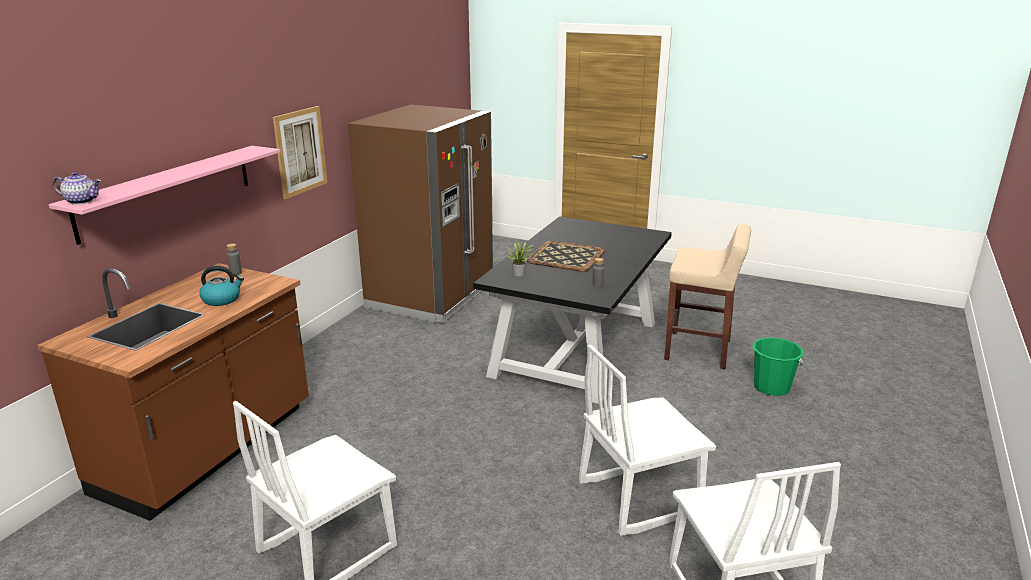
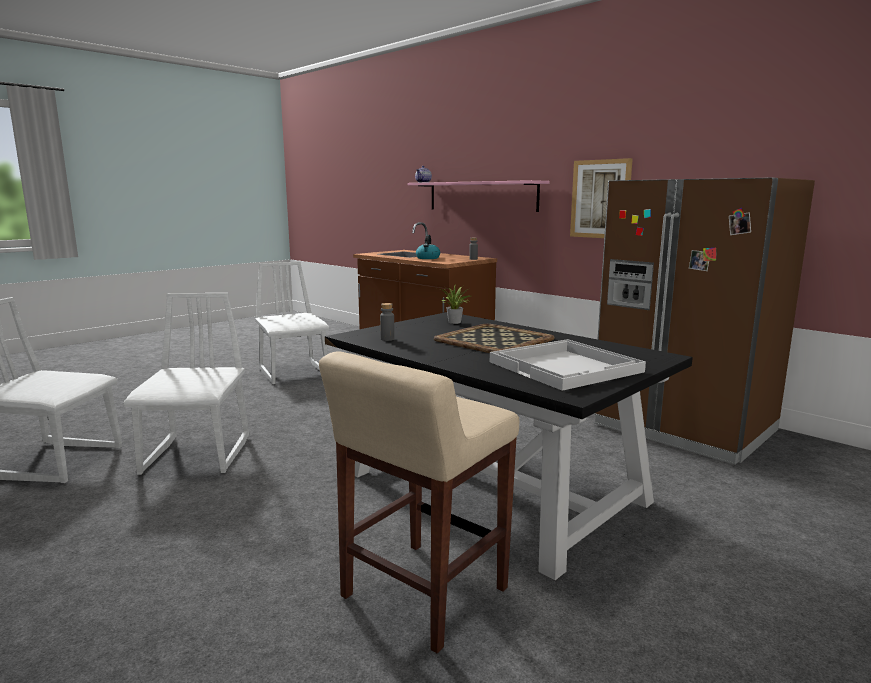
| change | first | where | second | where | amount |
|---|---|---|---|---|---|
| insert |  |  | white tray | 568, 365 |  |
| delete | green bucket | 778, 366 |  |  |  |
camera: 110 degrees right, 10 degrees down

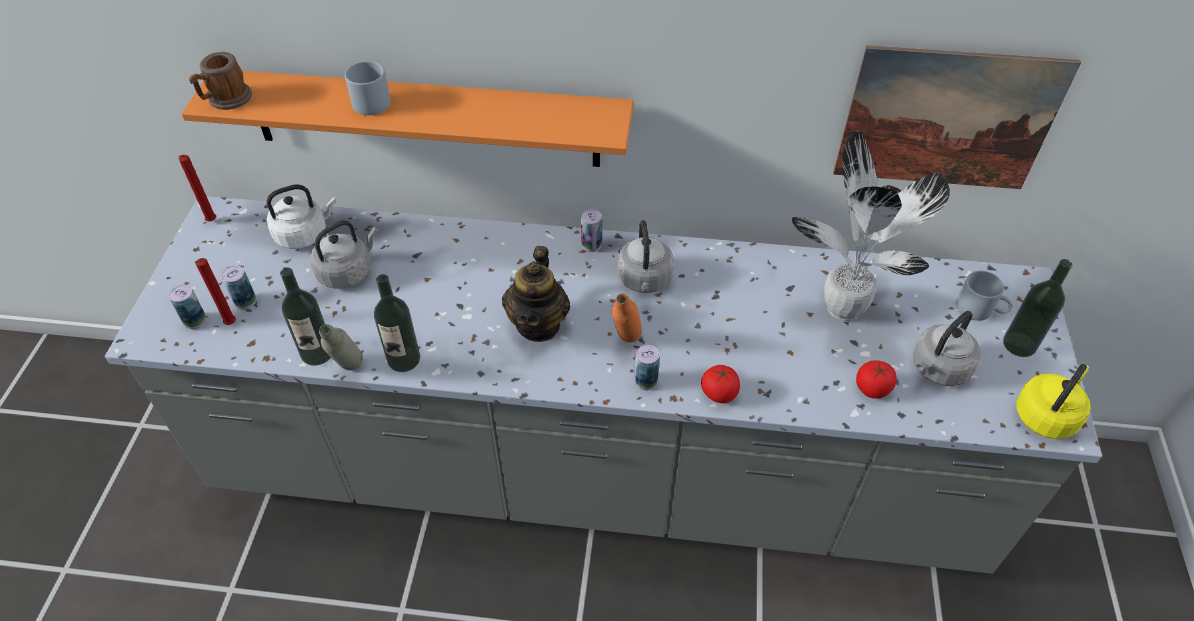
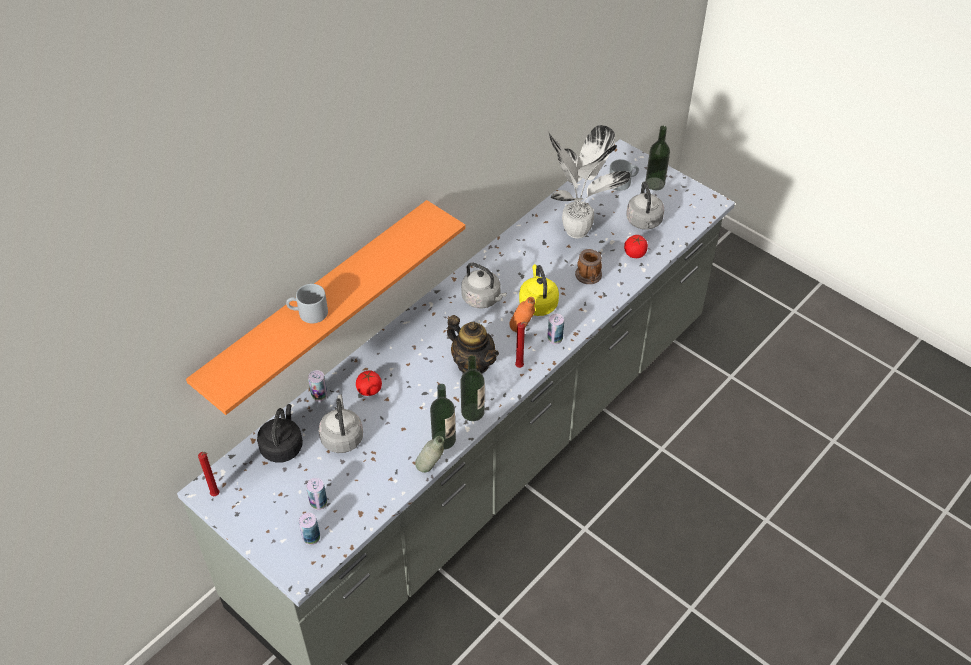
| change | first | where | second | where | amount |
|---|---|---|---|---|---|
| recolor | white water kettle | 301, 217 | black-coloured water kettle | 280, 433 |  |
| move | can | 591, 230 |  | 317, 386 |  |
| move | whole tomato | 720, 384 |  | 369, 383 |  |
| move | bottle | 305, 317 |  | 472, 388 |  |
| move | reddish wax light | 215, 291 |  | 521, 345 |  |
| move | yellow-coloured water kettle | 1053, 401 |  | 539, 290 |  |
| move | mug | 220, 81 |  | 588, 266 |  |
| delete | wall picture | 957, 117 |  |  |  |
camera: 55 degrees left, 0 degrees up

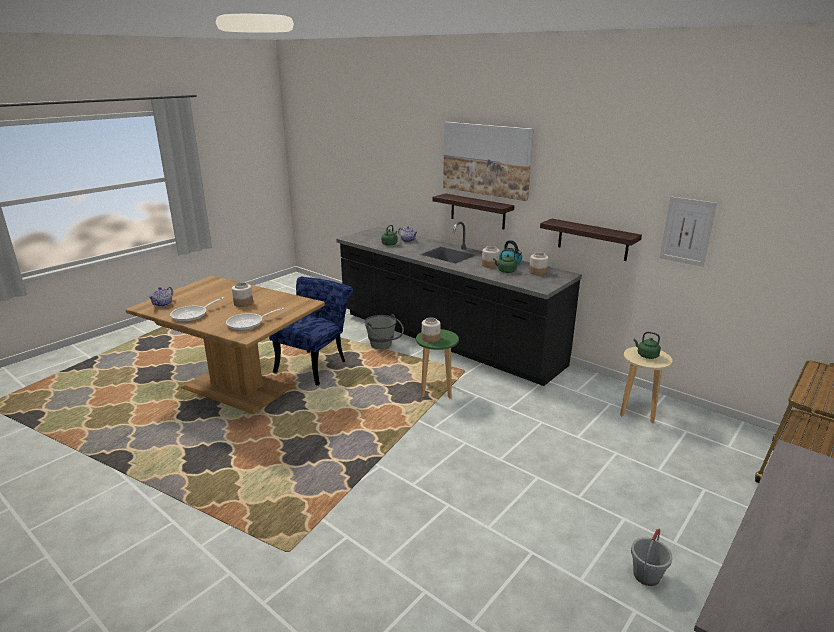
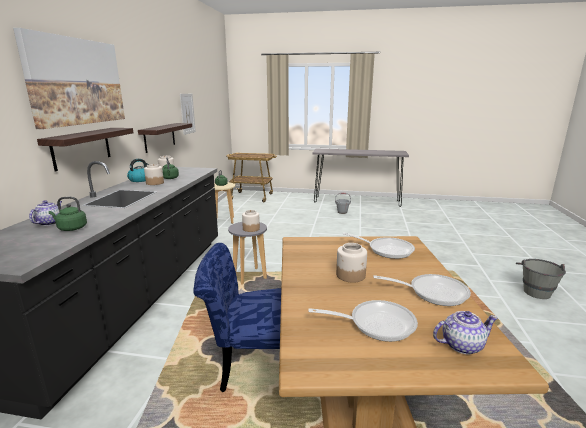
| change | first | where | second | where | amount |
|---|---|---|---|---|---|
| recolor | green sitting stool | 437, 364 | gray sitting stool | 247, 253 |  |
| insert |  |  | skillet | 363, 321 |  |
| move | gray bucket | 384, 331 |  | 541, 279 |  |
camera: 120 degrees left, 5 degrees down

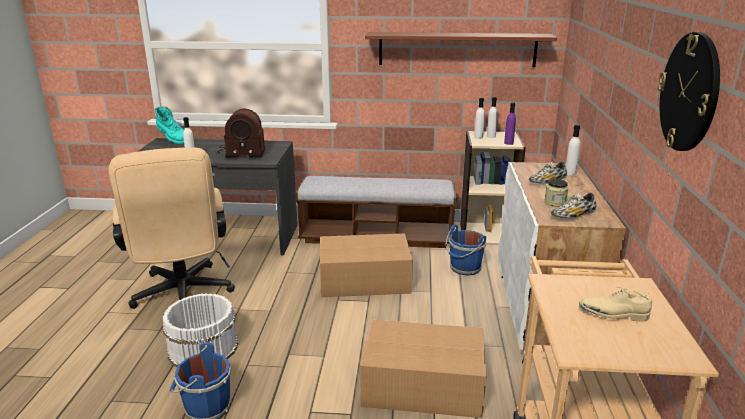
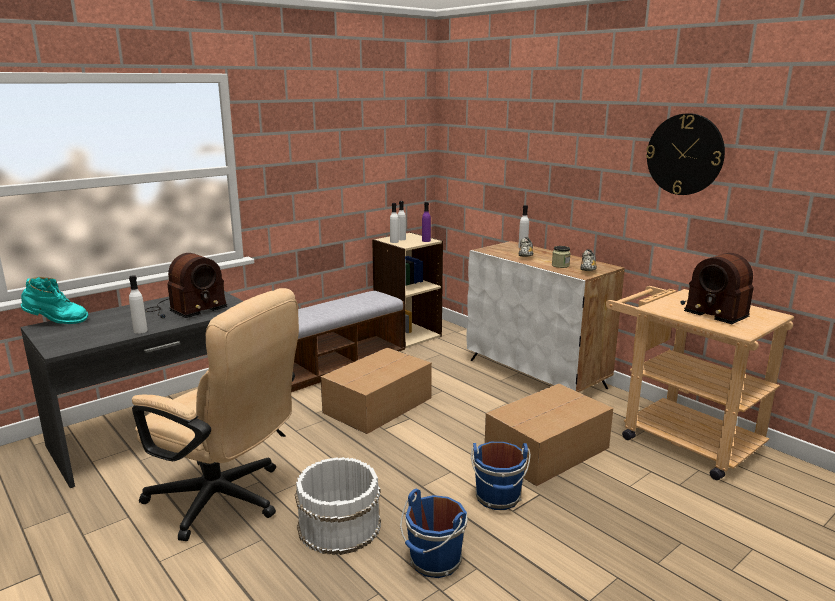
| change | first | where | second | where | amount |
|---|---|---|---|---|---|
| move | bluish bucket | 466, 250 |  | 501, 476 |  |
| replace | sand-coloured item of footwear | 615, 304 | radio set | 717, 288 |  |
| delete | brownish shelf | 461, 49 |  |  |  |
camera: 45 degrees left, 5 degrees down

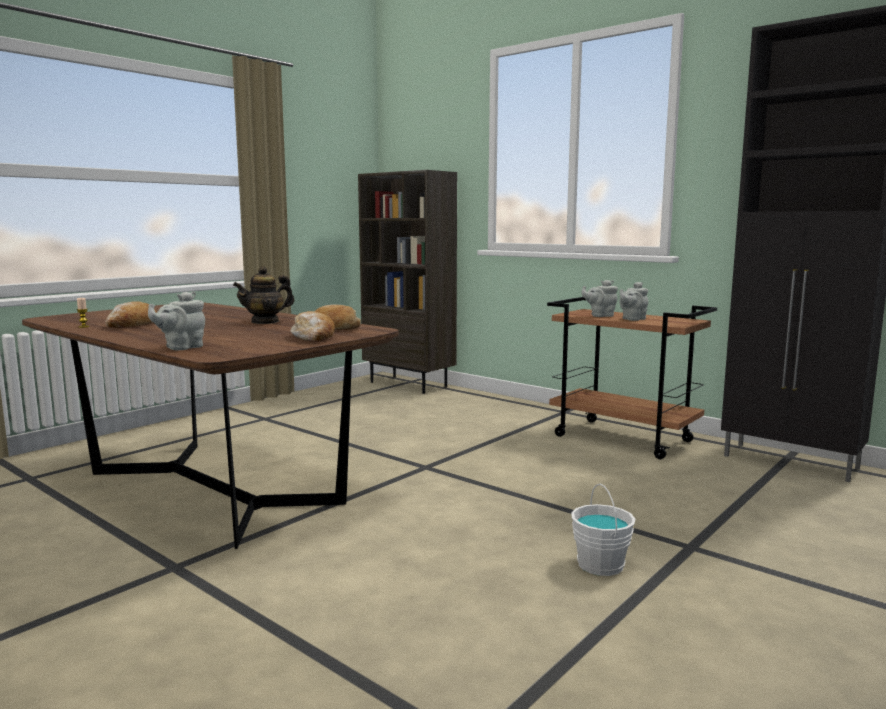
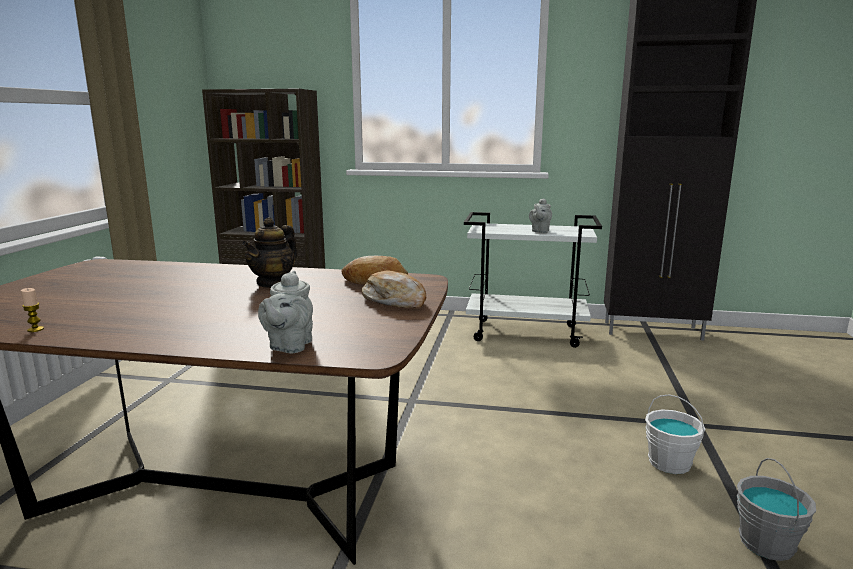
| change | first | where | second | where | amount |
|---|---|---|---|---|---|
| recolor | brownish wheeled cart | 632, 378 | white wheeled cart | 533, 280 |  |
| insert |  |  | gray bucket | 776, 509 |  |
| delete | baked bread | 131, 314 |  |  |  |
| delete | gray tea pot | 599, 298 |  |  |  |
camera: 30 degrees left, 5 degrees up

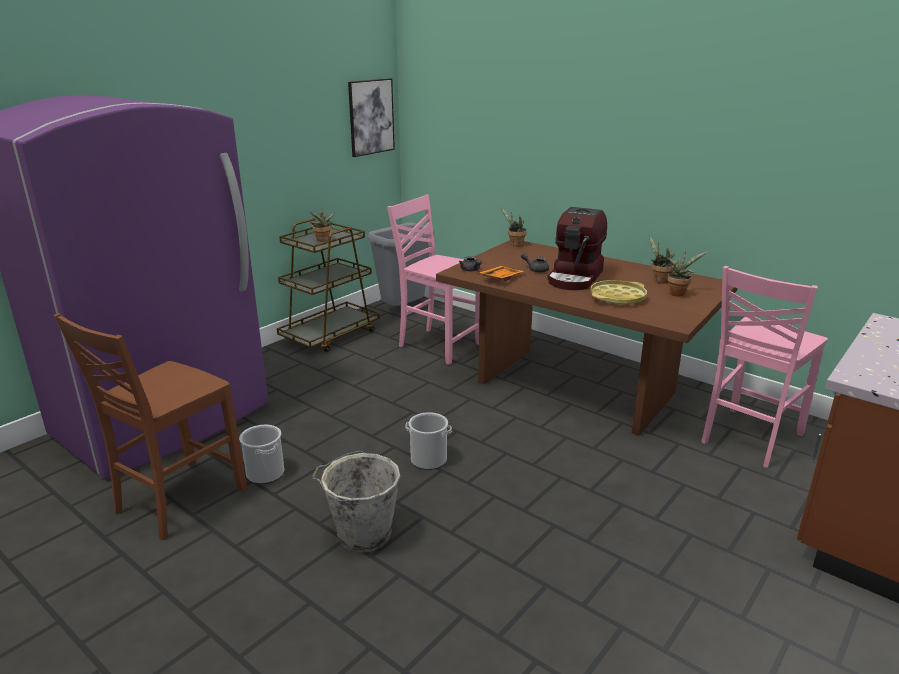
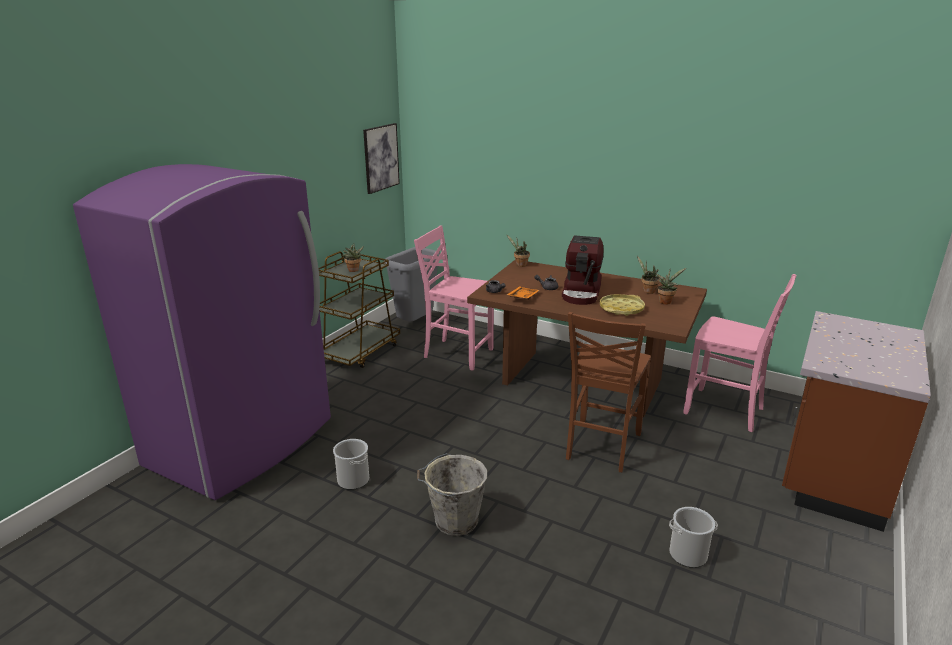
| change | first | where | second | where | amount |
|---|---|---|---|---|---|
| move | brownish chair | 150, 426 |  | 608, 392 |  |
| move | bucket | 428, 441 |  | 693, 537 |  |
| rotate | pinkish chair | 764, 367 |  | 739, 353 | 90 degrees counterclockwise |
camera: 10 degrees left, 0 degrees up

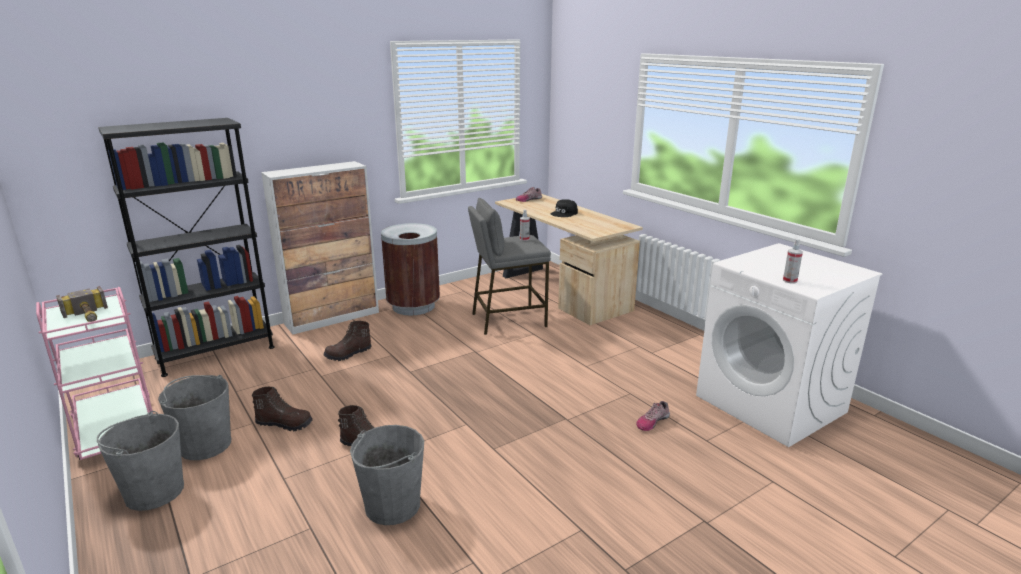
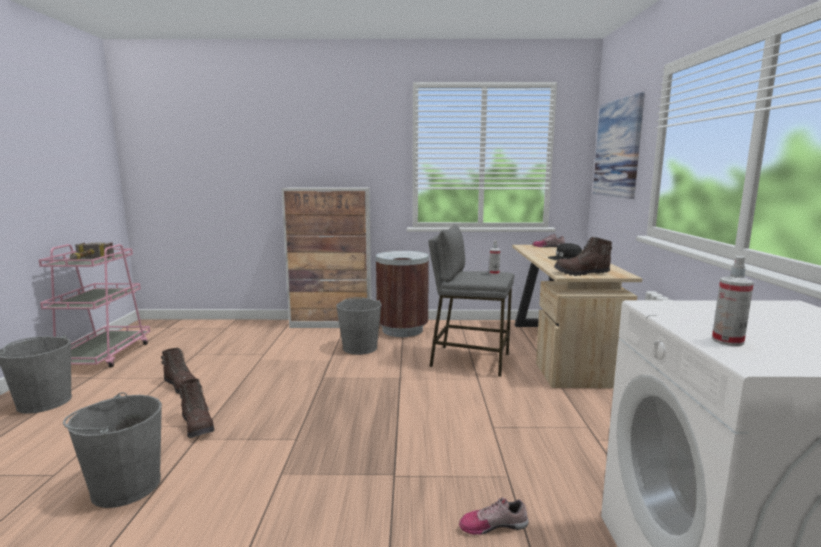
| change | first | where | second | where | amount |
|---|---|---|---|---|---|
| move | gray bucket | 194, 417 |  | 359, 326 |  |
| move | brownish boot | 347, 341 |  | 583, 256 |  |
| insert |  |  | wall picture | 619, 145 |  |
| delete | black-coloured bookshelf | 186, 247 |  |  |  |
camera: 35 degrees right, 10 degrees down

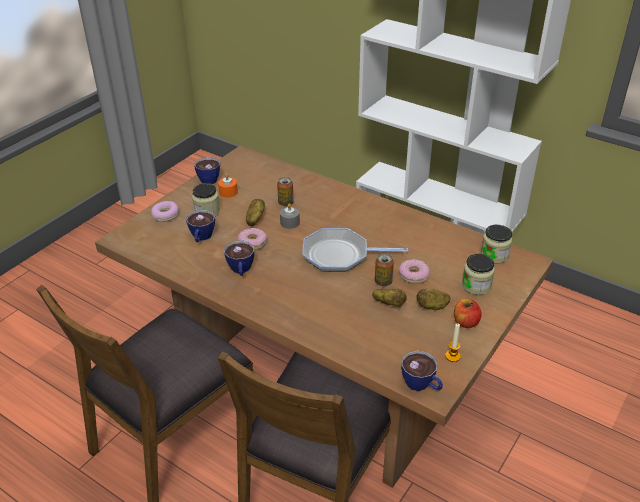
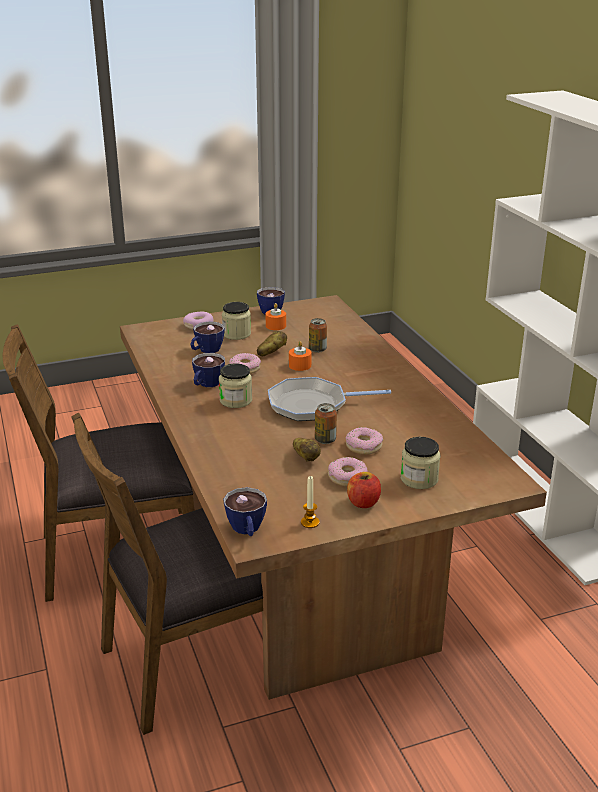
| change | first | where | second | where | amount |
|---|---|---|---|---|---|
| move | jar | 496, 244 |  | 235, 385 |  |
| rotate | skillet | 355, 250 |  | 329, 399 | 45 degrees counterclockwise |
| recolor | gray wax light | 290, 216 | orangey wax light | 300, 356 |  |
| replace | spud | 433, 299 | doughnut | 348, 471 |  |
camera: 35 degrees right, 10 degrees down

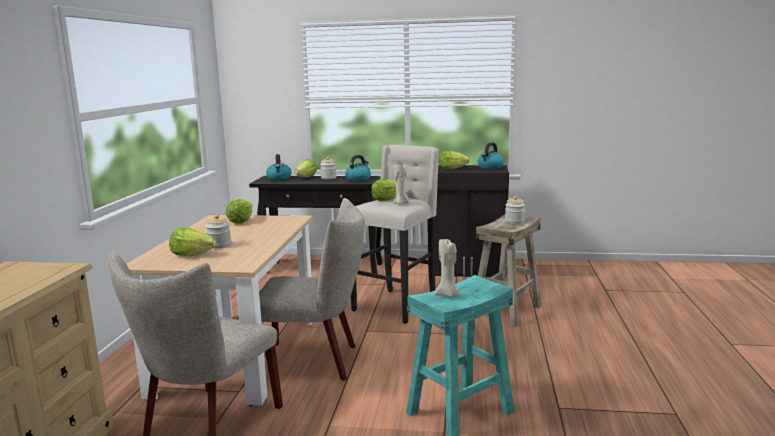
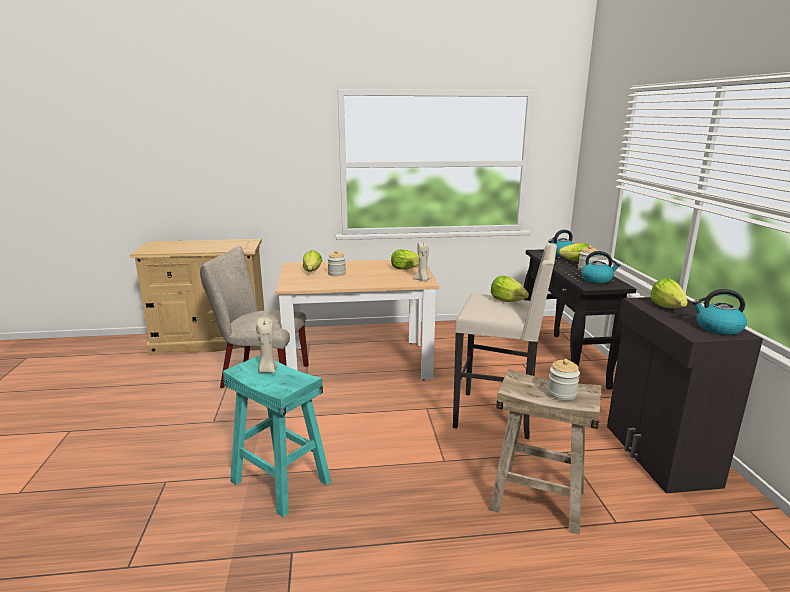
| change | first | where | second | where | amount |
|---|---|---|---|---|---|
| move | sand-coloured wax light | 401, 185 |  | 422, 261 |  |
| delete | sand-coloured chair | 312, 289 |  |  |  |
camera: 75 degrees right, 5 degrees up

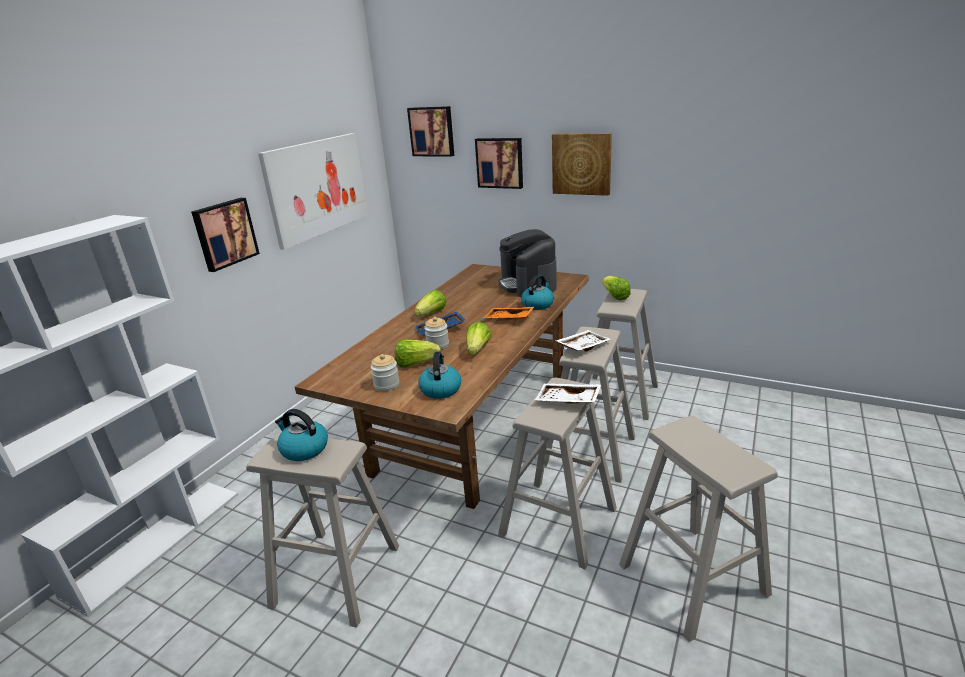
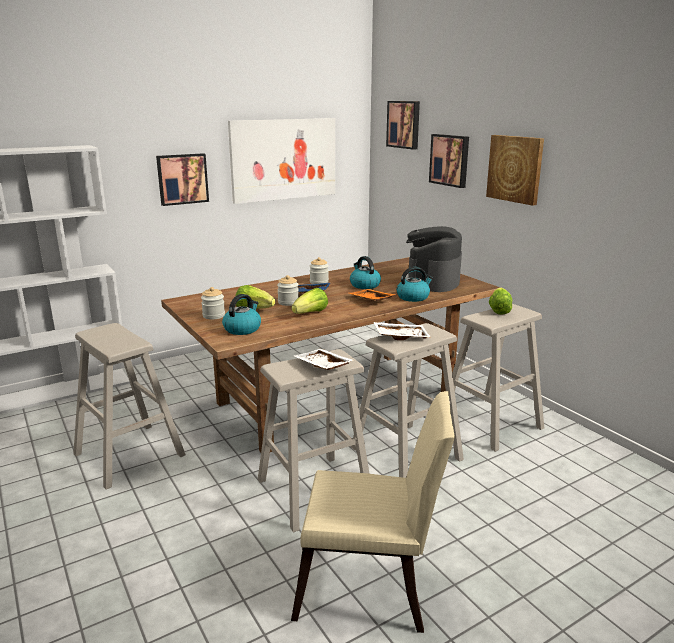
| change | first | where | second | where | amount |
|---|---|---|---|---|---|
| replace | sand-coloured sitting stool | 698, 529 | sand-coloured chair | 373, 512 |  |
| replace | head of lettuce | 430, 303 | jar | 319, 270 |  |
| move | water kettle | 301, 435 |  | 365, 272 |  |
camera: 30 degrees right, 5 degrees down

